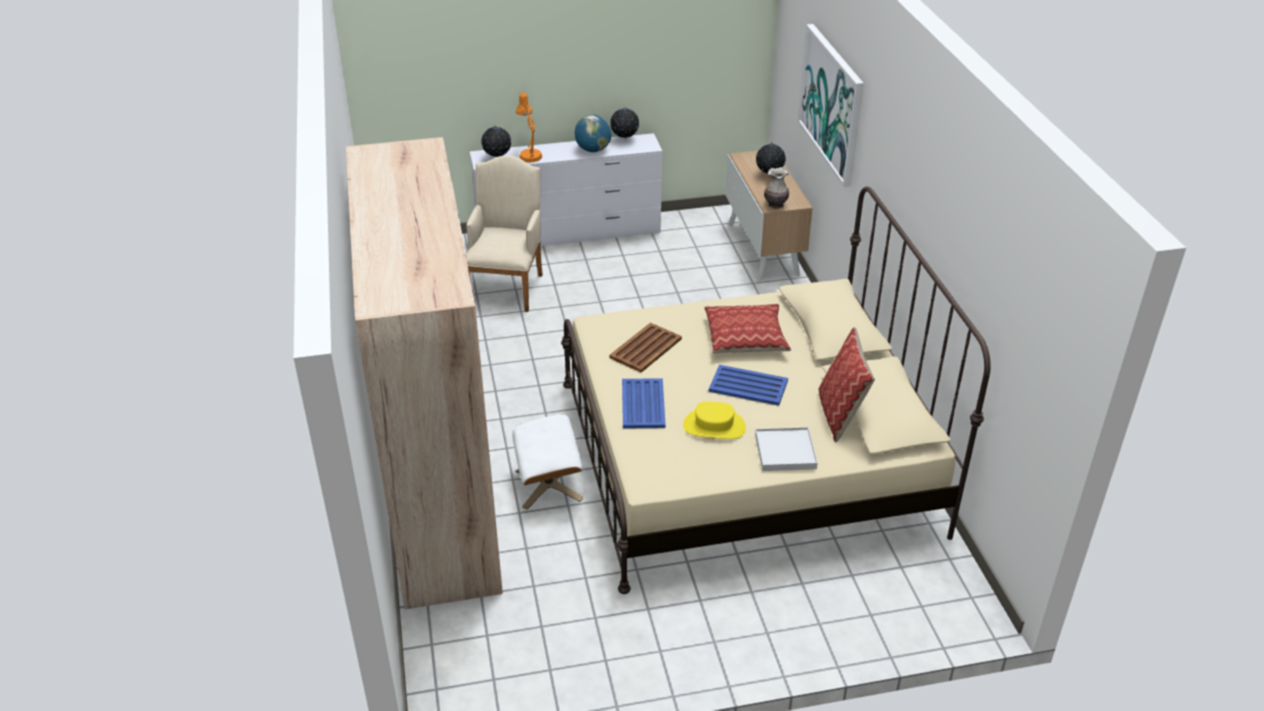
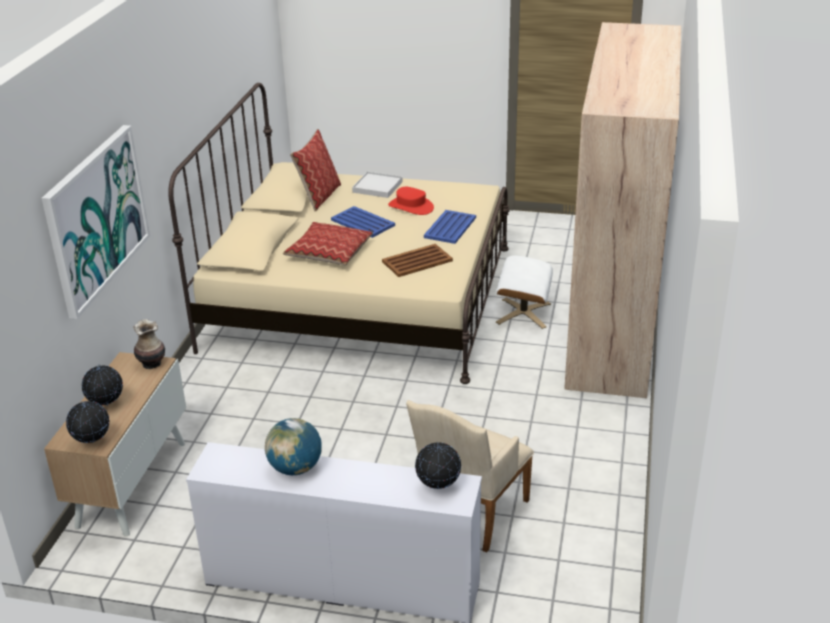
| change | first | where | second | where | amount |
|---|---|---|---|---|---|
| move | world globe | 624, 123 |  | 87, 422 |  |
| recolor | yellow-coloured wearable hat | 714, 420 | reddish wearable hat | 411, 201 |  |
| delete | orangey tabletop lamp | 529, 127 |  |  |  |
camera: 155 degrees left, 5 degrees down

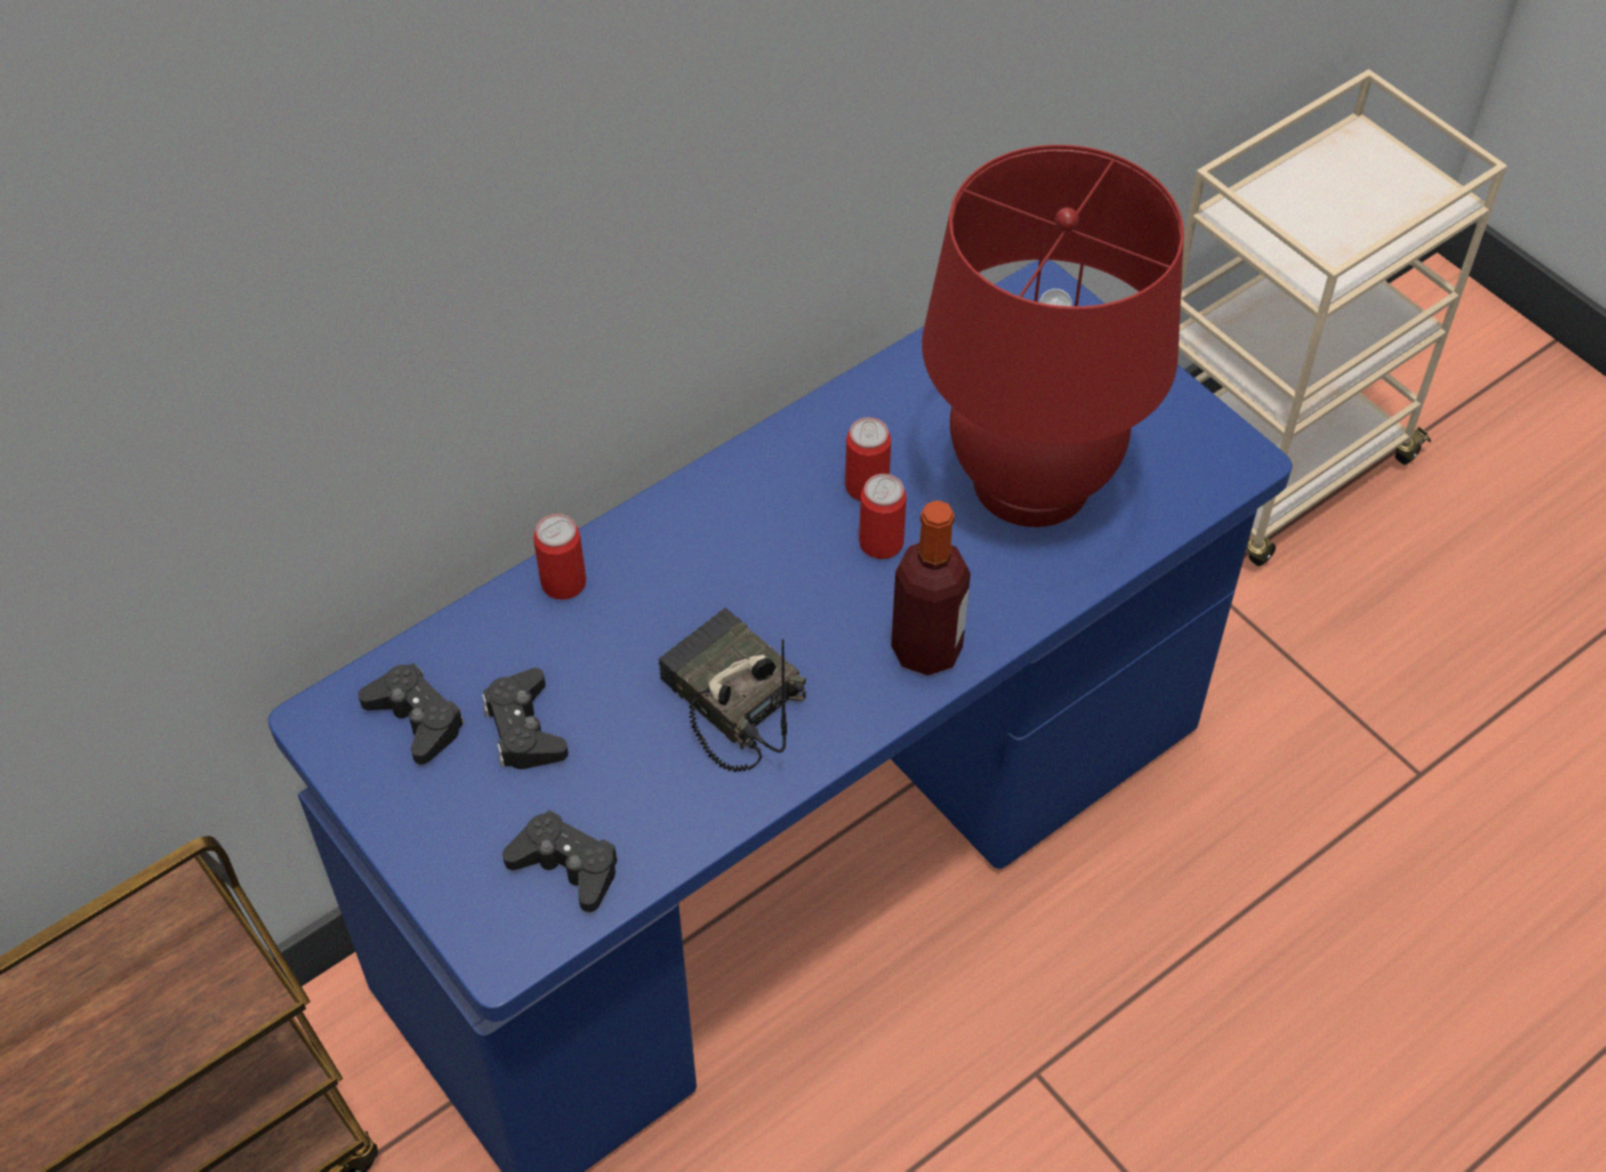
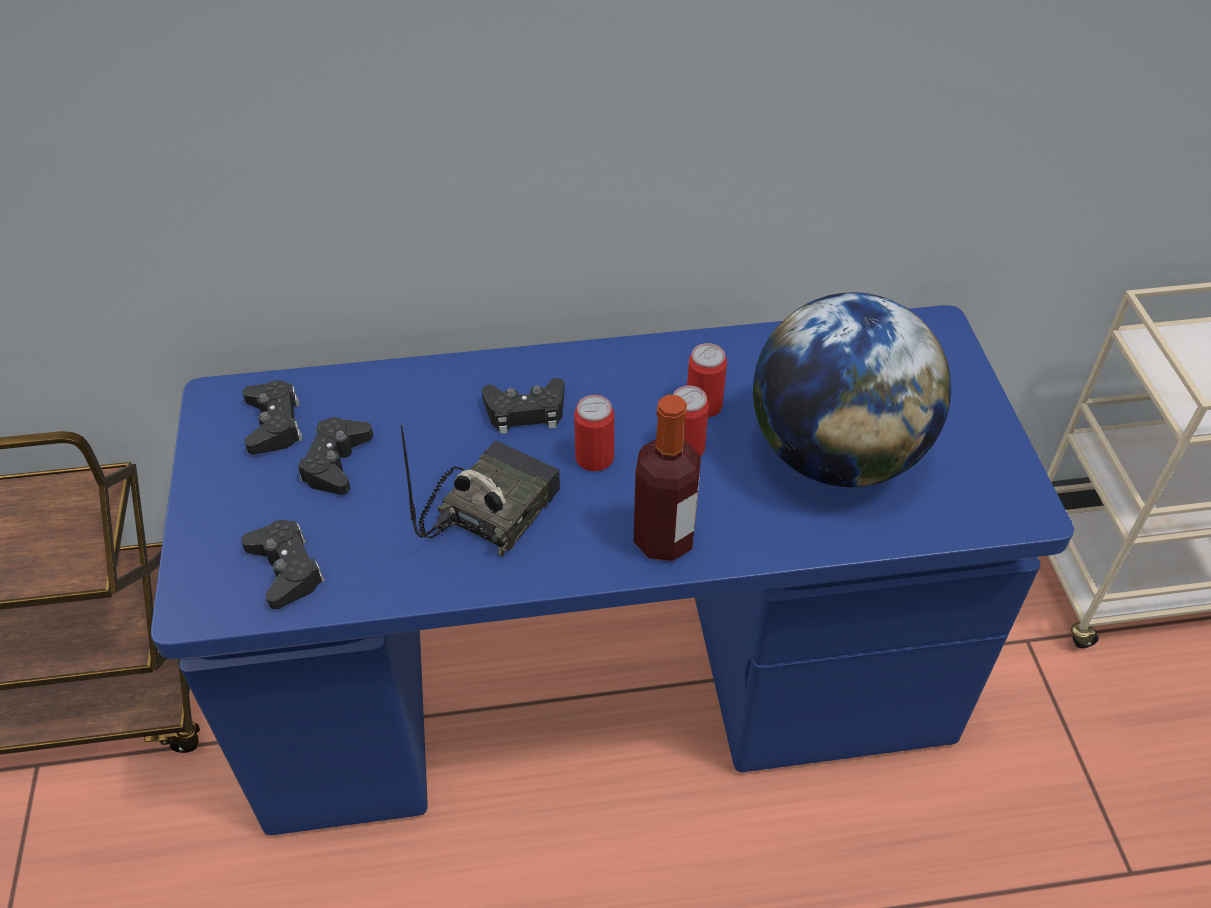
| change | first | where | second | where | amount |
|---|---|---|---|---|---|
| rotate | radio set | 732, 690 |  | 480, 491 | 45 degrees clockwise |
| insert |  |  | black-coloured joypad | 523, 406 |  |
| move | can | 559, 557 |  | 594, 433 |  |
| replace | reddish tabletop lamp | 1053, 336 | world globe | 852, 389 |  |
camera: 30 degrees right, 5 degrees down

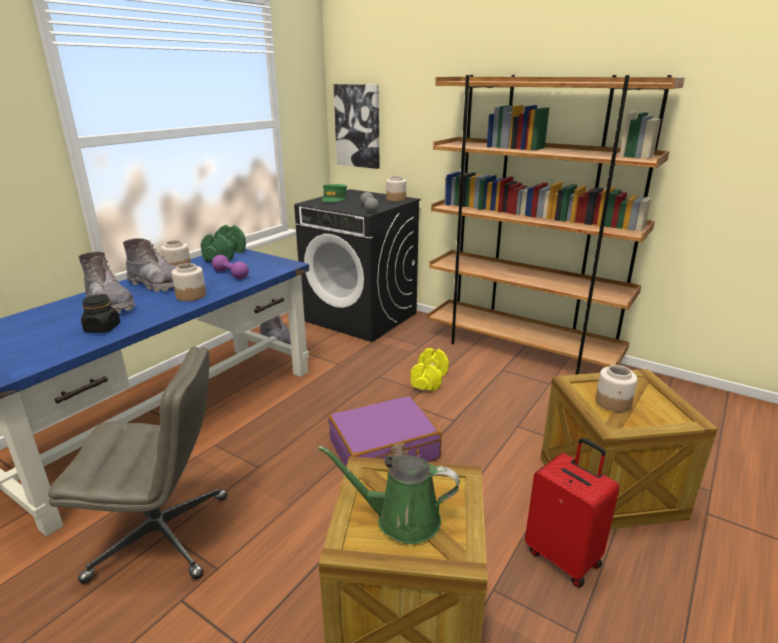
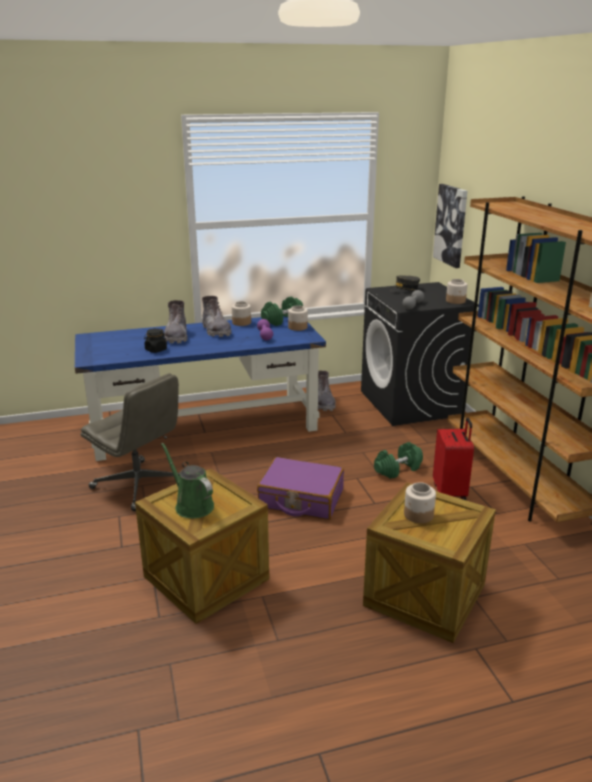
| change | first | where | second | where | amount |
|---|---|---|---|---|---|
| move | jar | 189, 282 |  | 298, 318 |  |
| recolor | yellow-coloured dumbbell | 429, 369 | green dumbbell | 398, 460 |  |
| recolor | green baseball cap | 334, 193 | gray baseball cap | 405, 284 |  |
| move | reddish travel case | 572, 513 |  | 453, 459 |  |
camera: 40 degrees right, 0 degrees up

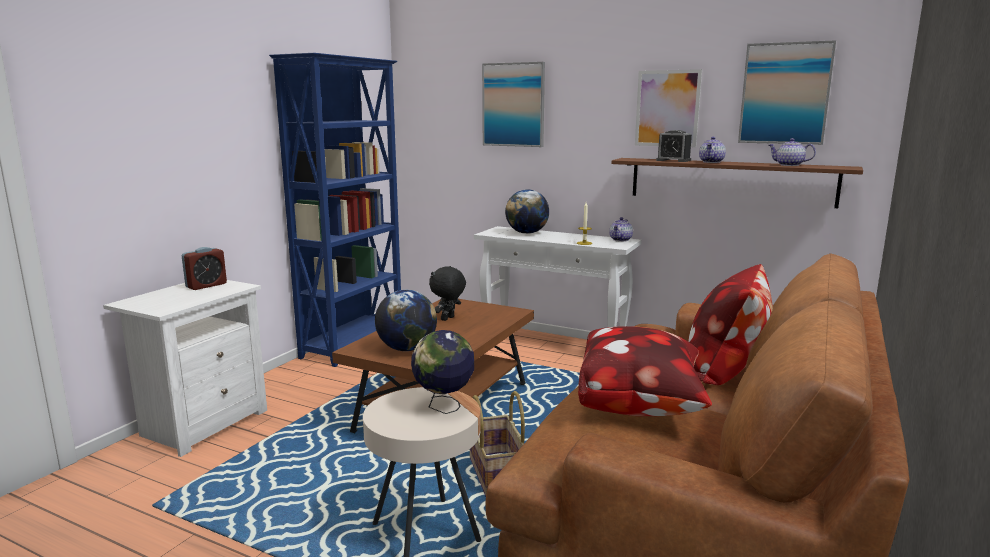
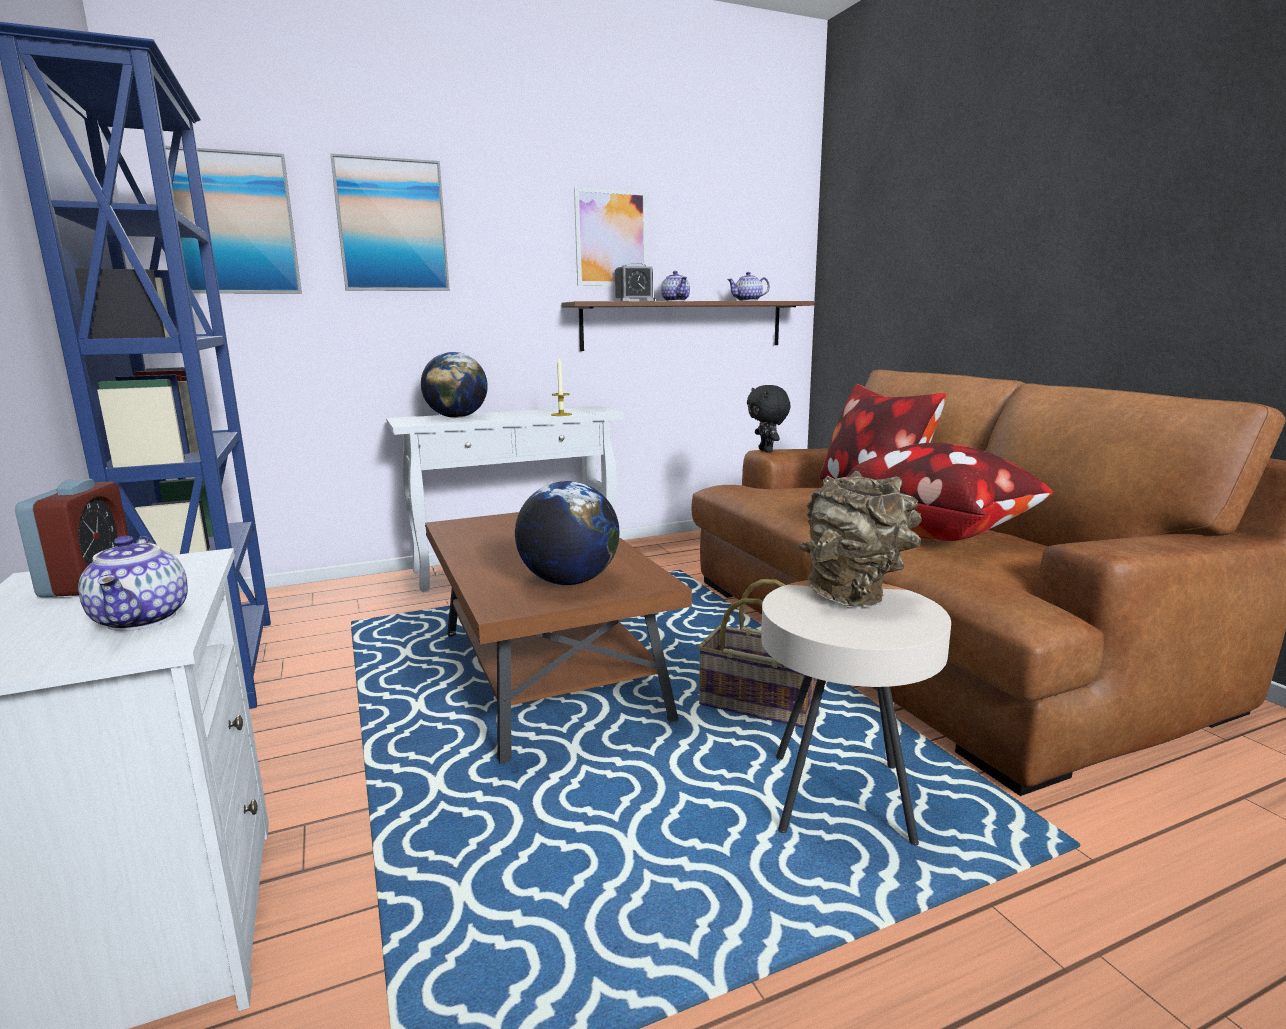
| change | first | where | second | where | amount |
|---|---|---|---|---|---|
| move | tea pot | 621, 229 |  | 133, 583 |  |
| move | wall picture | 787, 92 |  | 233, 220 |  |
| move | black-coloured plush toy | 447, 293 |  | 768, 419 |  |
| replace | world globe | 442, 372 | brownish decorative vase | 860, 539 |  |
camera: 50 degrees left, 0 degrees up

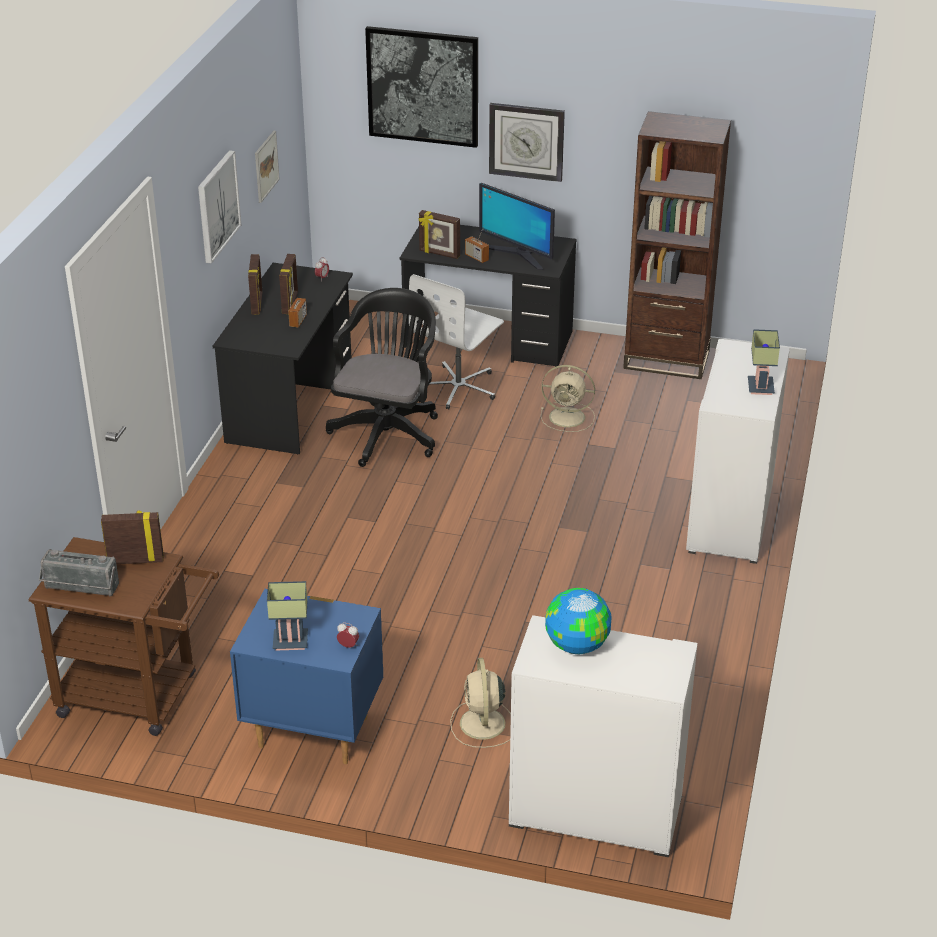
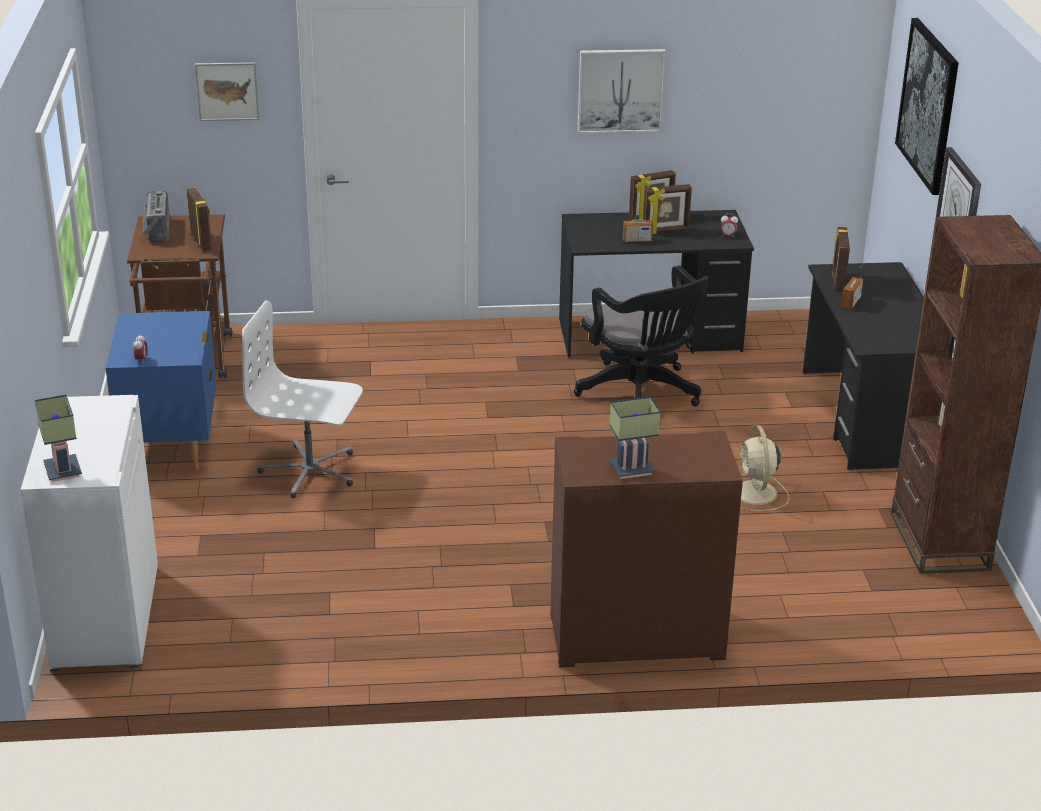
| change | first | where | second | where | amount |
|---|---|---|---|---|---|
| move | tabletop lamp | 287, 615 |  | 58, 438 |  |
| move | wall picture | 267, 167 |  | 227, 91 |  |
| move | white desk chair | 456, 341 |  | 302, 399 |  |
| recolor | white cabinet | 738, 451 | brownish cabinet | 646, 549 |  |
| rotate | black-coloured desk chair | 382, 377 |  | 641, 335 | 60 degrees clockwise |
| delete | sand-coloured cooling fan | 480, 703 |  |  |  |
| delete | monitor | 517, 226 |  |  |  |
| delete | world globe | 578, 621 |  |  |  |
camera: 70 degrees right, 5 degrees down

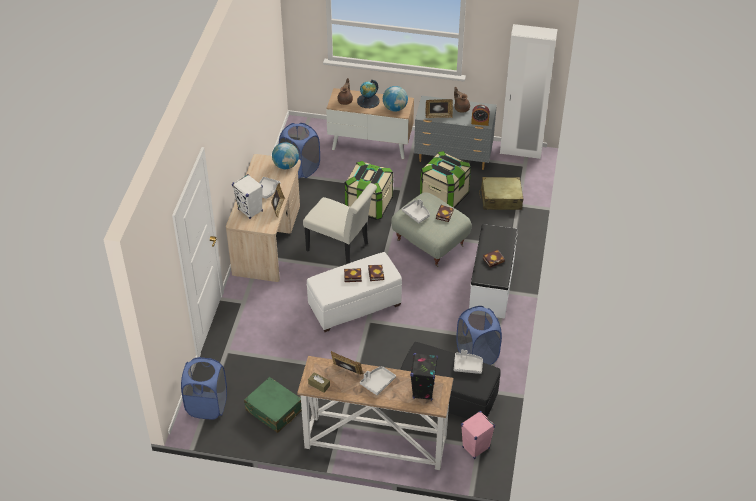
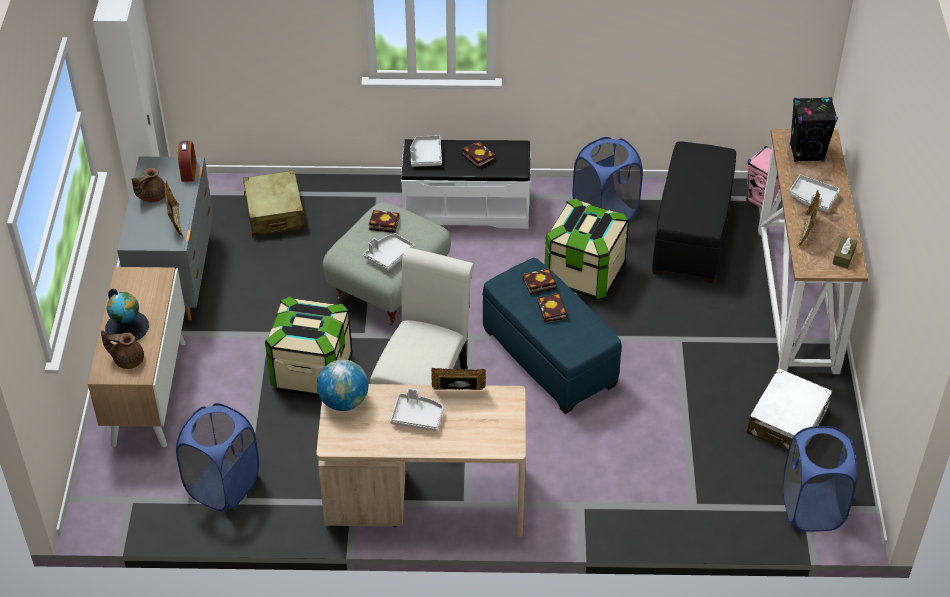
| change | first | where | second | where | amount |
|---|---|---|---|---|---|
| move | gray tray | 468, 362 |  | 426, 150 |  |
| recolor | white footrest | 354, 292 | bluish footrest | 552, 336 |  |
| move | storage container | 445, 179 |  | 587, 249 |  |
| recolor | green travel case | 273, 405 | white travel case | 789, 409 |  |
| delete | white loudspeaker | 247, 196 |  |  |  |
| delete | world globe | 395, 99 |  |  |  |
camera: 100 degrees left, 0 degrees up

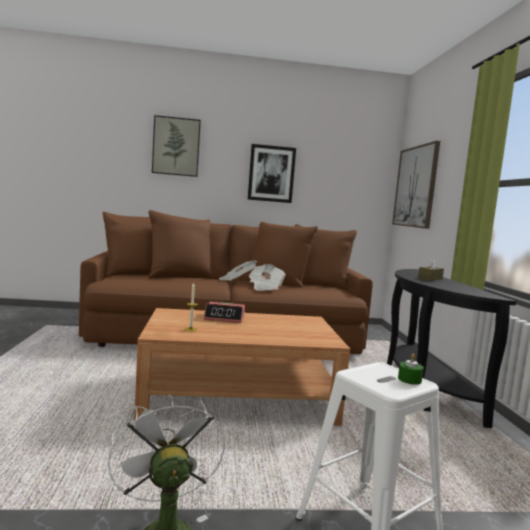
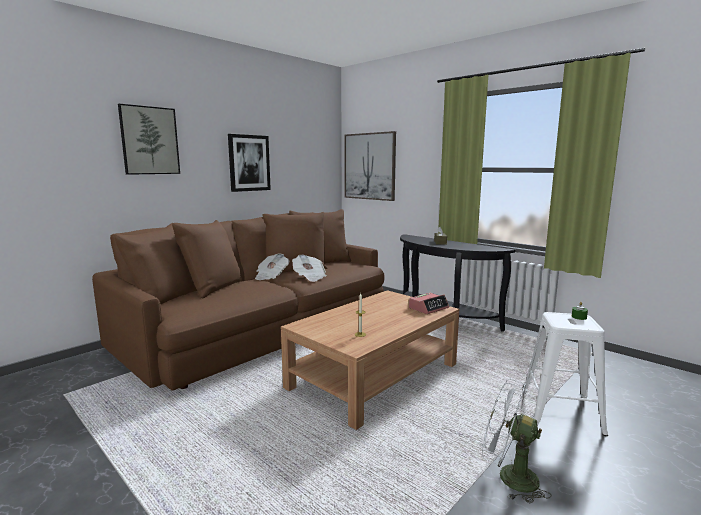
| change | first | where | second | where | amount |
|---|---|---|---|---|---|
| move | bedside clock | 224, 312 |  | 429, 303 |  |
camera: 40 degrees left, 5 degrees up

